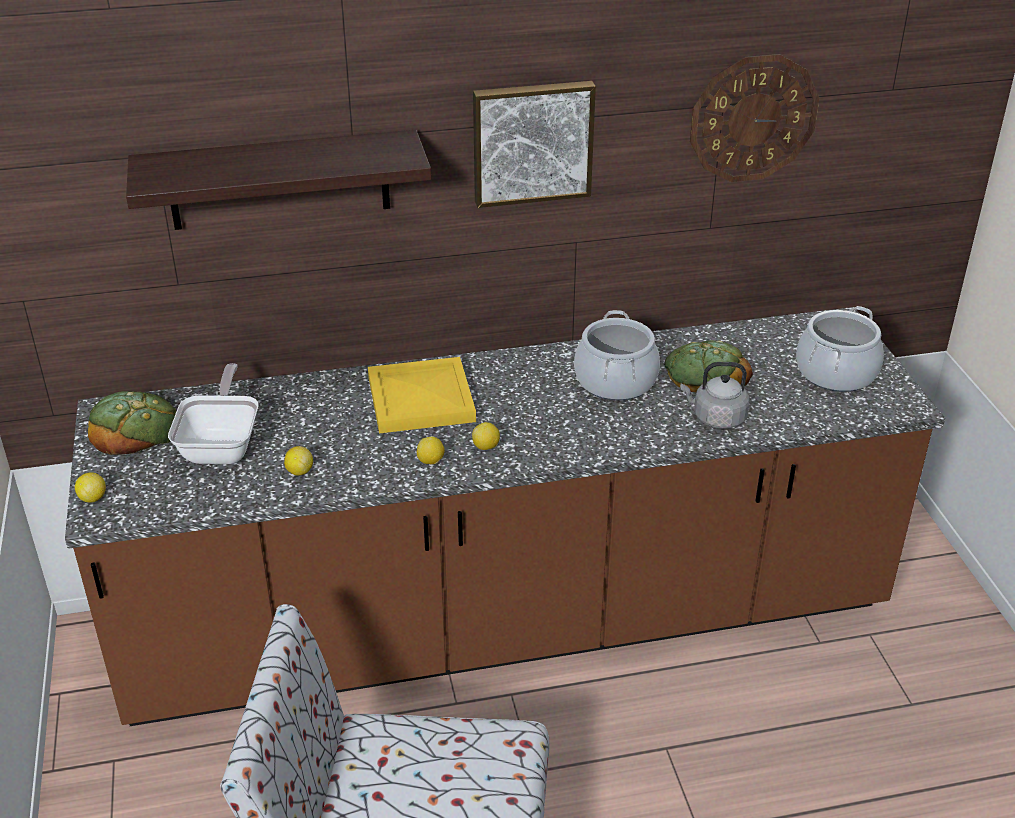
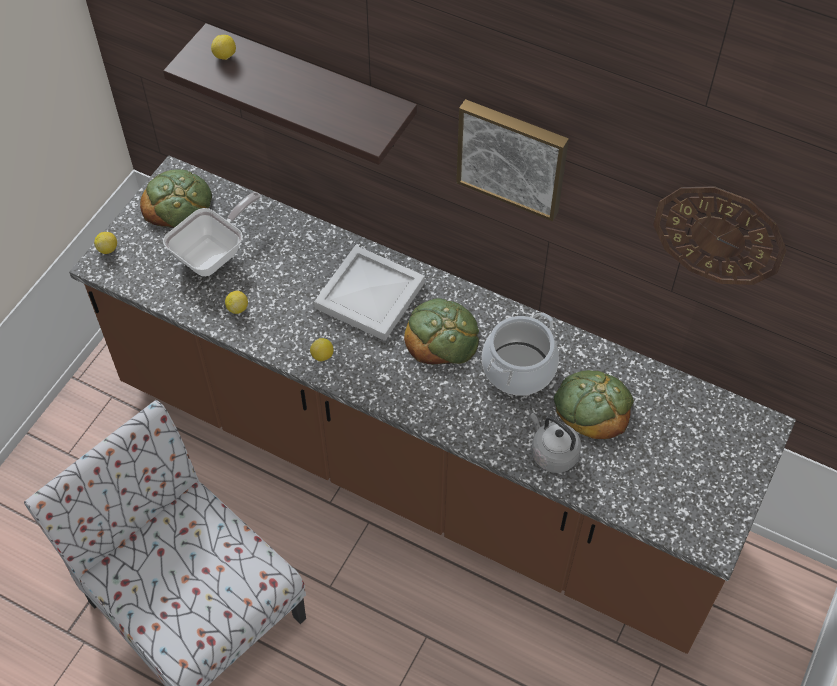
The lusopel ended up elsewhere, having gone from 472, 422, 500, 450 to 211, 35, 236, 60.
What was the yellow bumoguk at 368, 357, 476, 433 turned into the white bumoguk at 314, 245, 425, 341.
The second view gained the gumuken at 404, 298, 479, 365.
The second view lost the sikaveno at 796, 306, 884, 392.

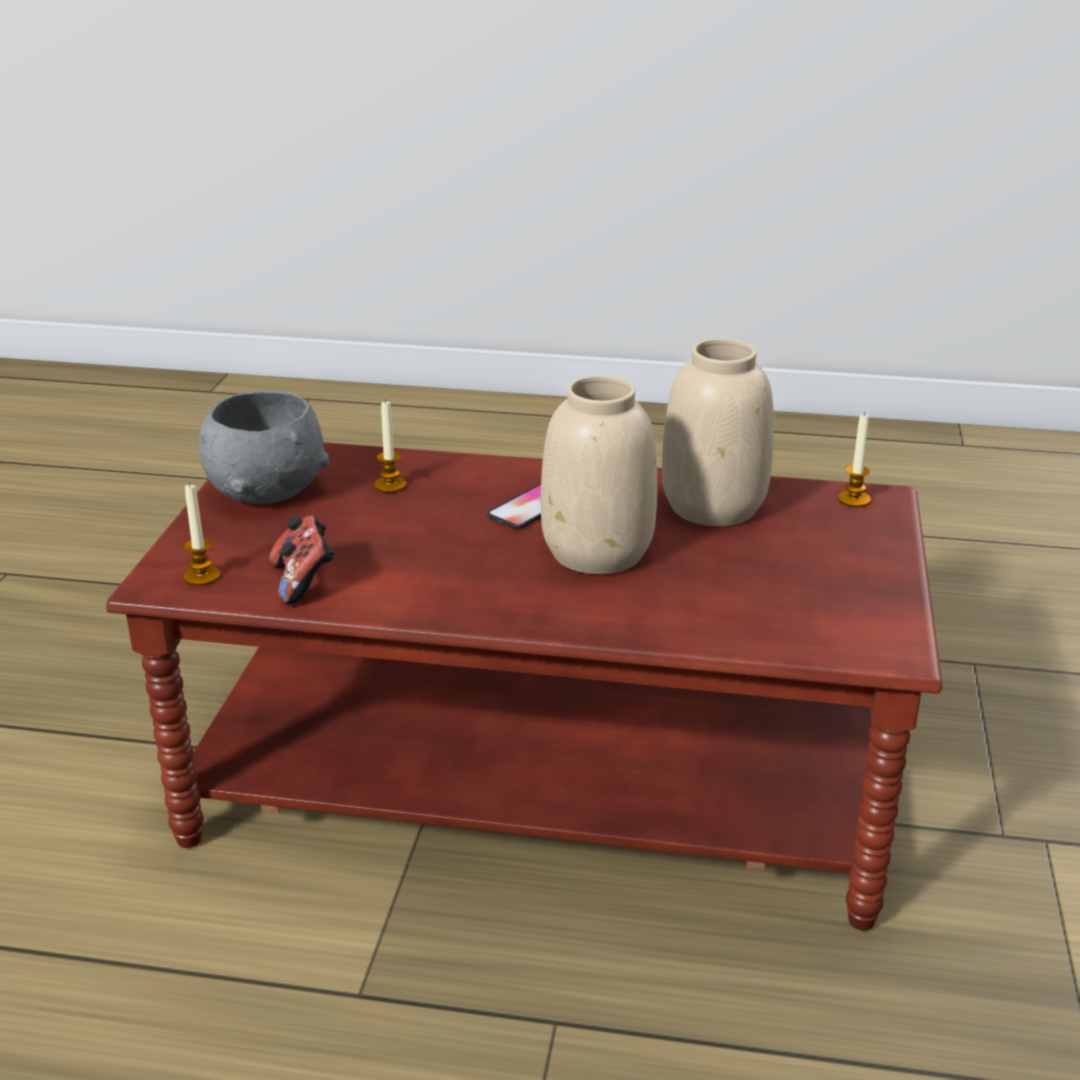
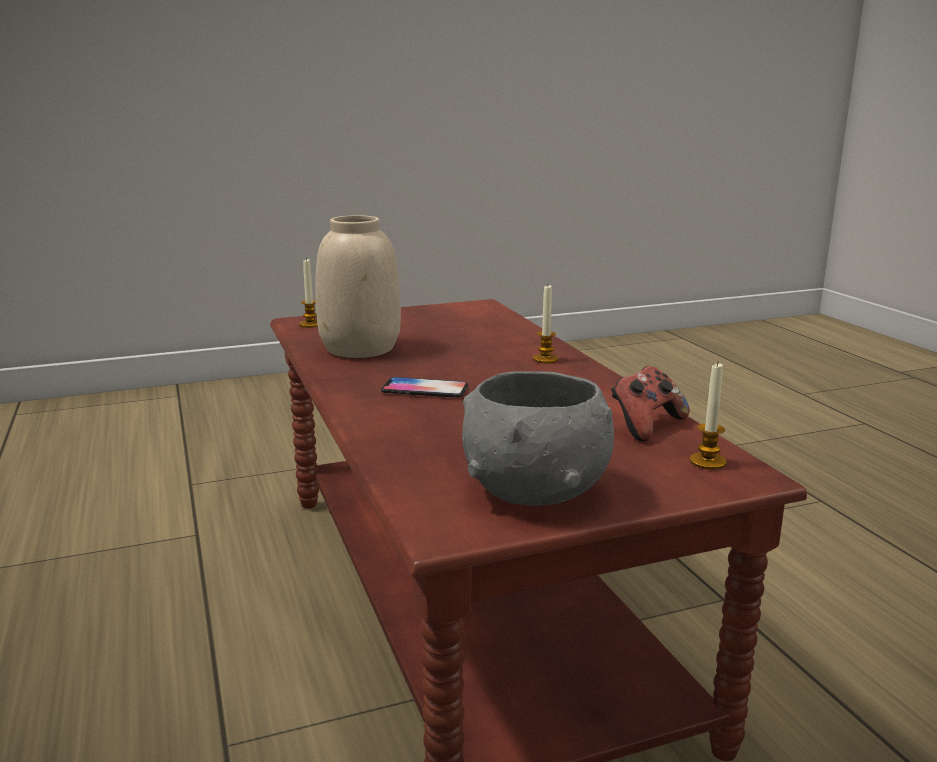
The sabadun ended up elsewhere, having gone from 375, 399, 406, 493 to 533, 285, 559, 363.
The second view lost the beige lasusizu at 541, 375, 657, 574.

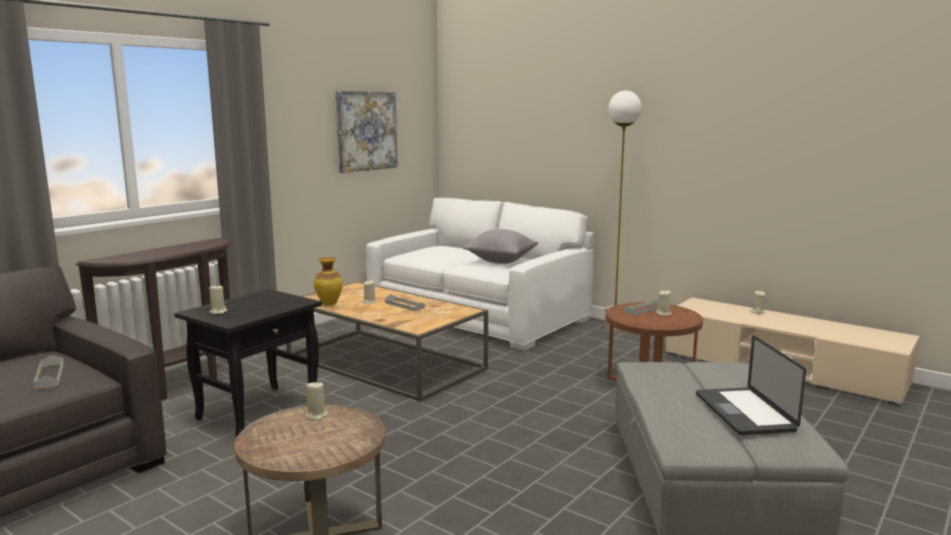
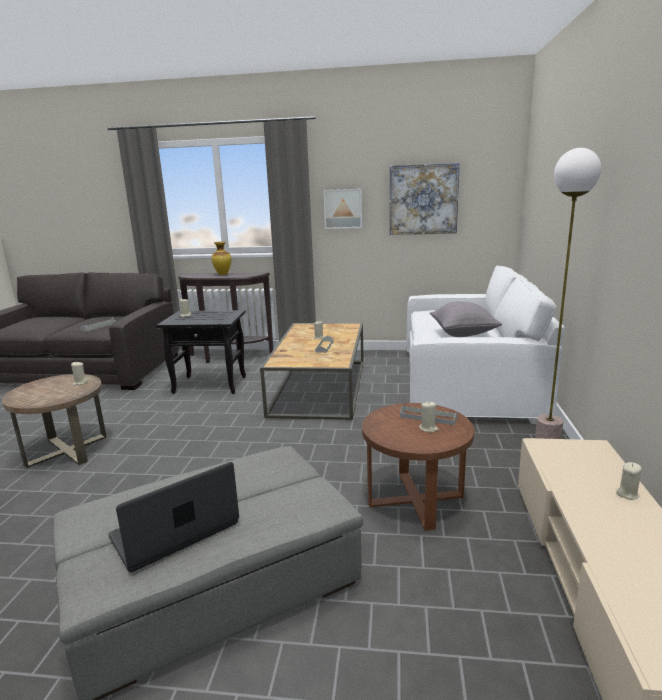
The lasusizu ended up elsewhere, having gone from 314, 257, 343, 306 to 212, 242, 231, 275.
The second view gained the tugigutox at 323, 189, 362, 229.

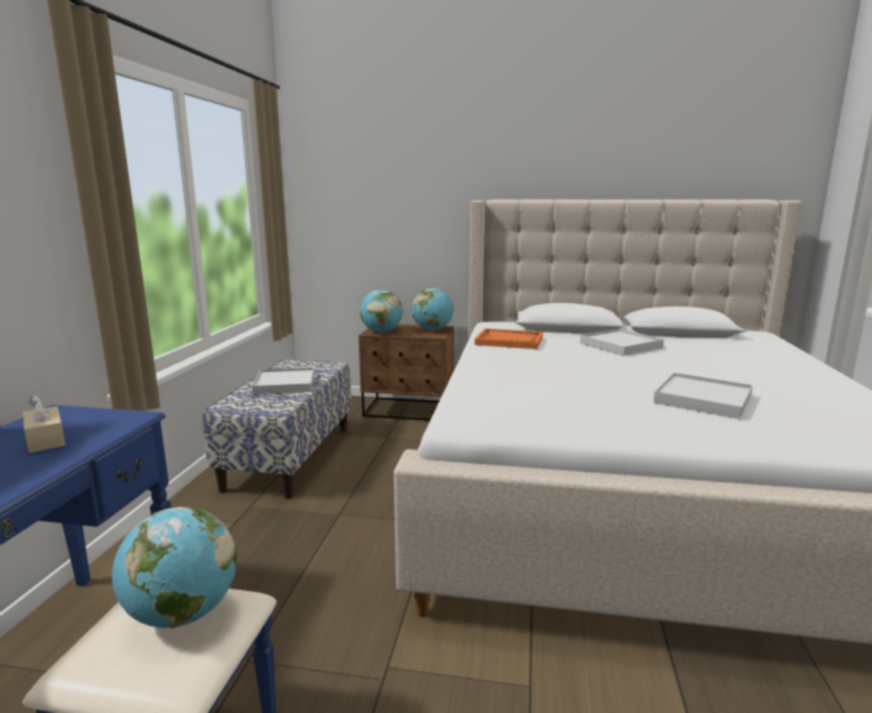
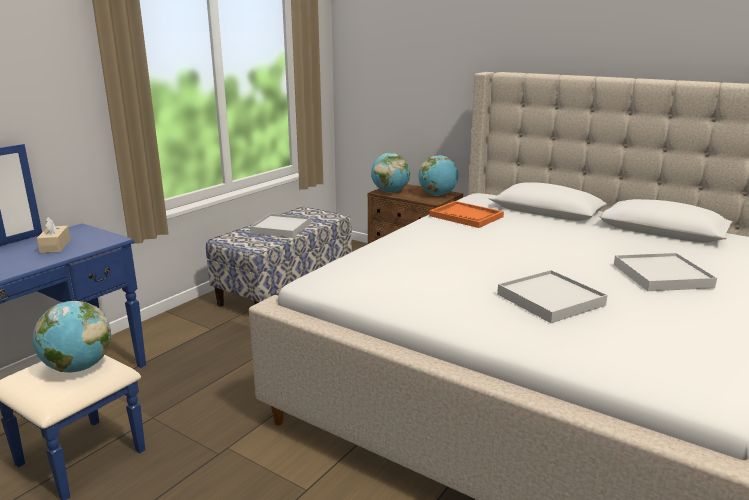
The white bumoguk ended up elsewhere, having gone from 580, 329, 664, 356 to 614, 253, 717, 291.

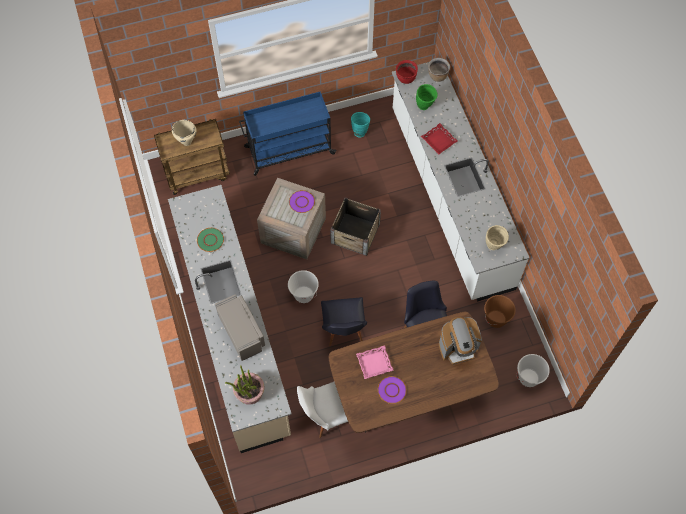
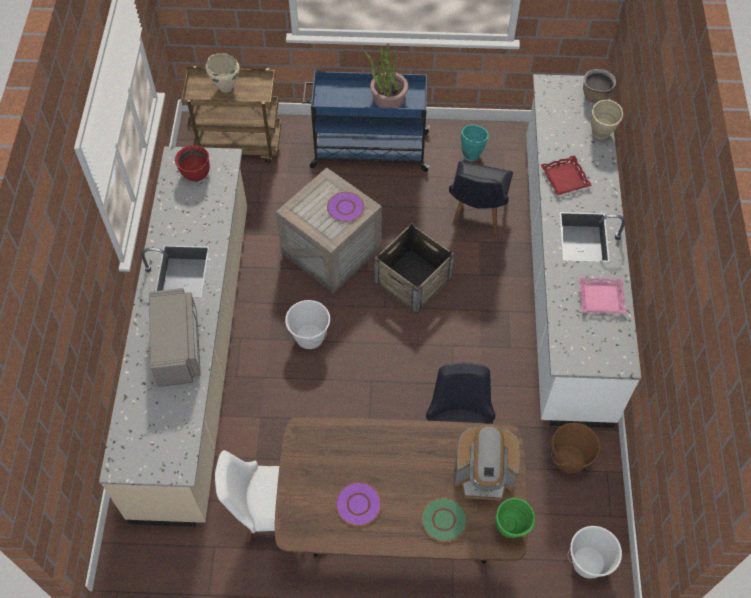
The red sikaveno ended up elsewhere, having gone from 396, 60, 418, 84 to 175, 145, 210, 181.
The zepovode ended up elsewhere, having gone from 225, 365, 264, 405 to 364, 43, 408, 108.
The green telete ended up elsewhere, having gone from 197, 228, 224, 252 to 421, 497, 467, 542.
The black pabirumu ended up elsewhere, having gone from 321, 297, 367, 346 to 449, 161, 513, 234.
The green lasusizu ended up elsewhere, having gone from 416, 84, 438, 110 to 495, 498, 535, 538.
The pink bumoguk ended up elsewhere, having gone from 356, 345, 394, 379 to 579, 277, 626, 314.
The beige lasusizu ended up elsewhere, having gone from 486, 225, 509, 250 to 591, 100, 623, 139.

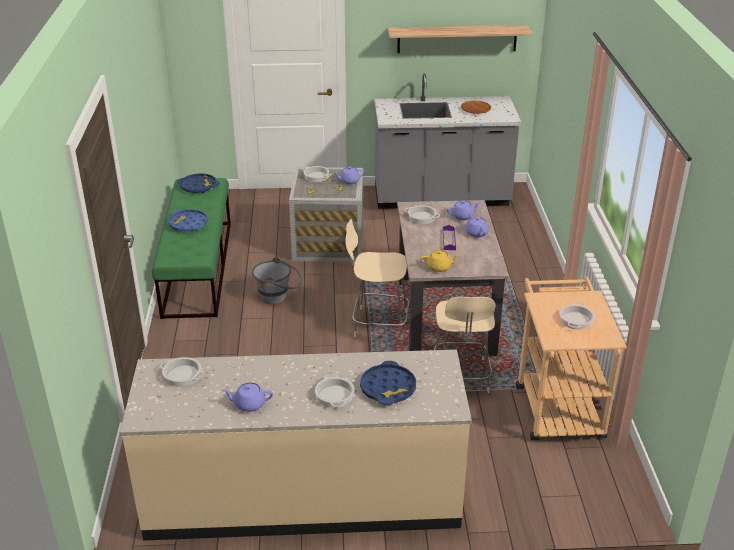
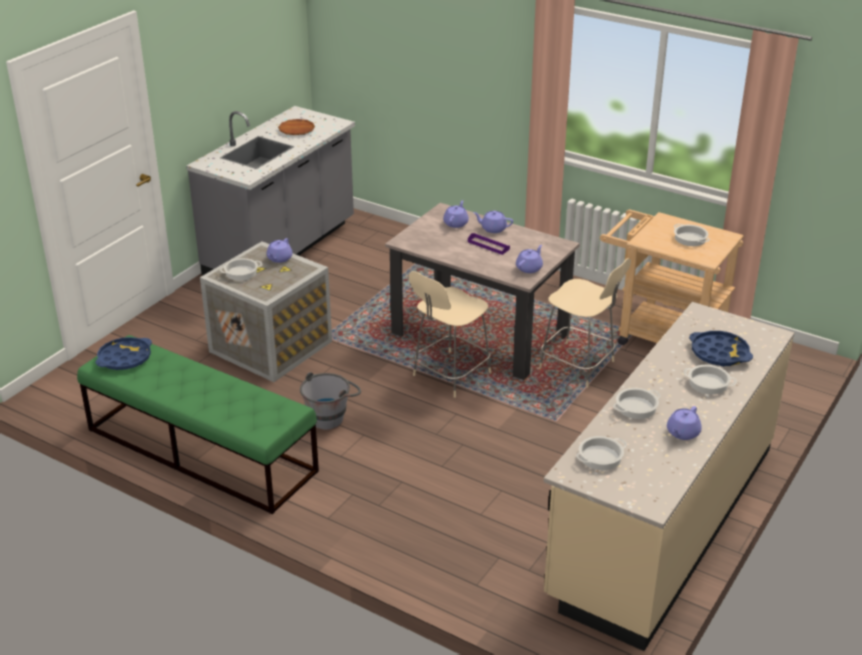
What was the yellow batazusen at 421, 250, 460, 272 turned into the purple batazusen at 516, 245, 543, 273.
The sikaveno ended up elsewhere, having gone from 404, 205, 440, 224 to 613, 388, 660, 419.
The second view lost the blue bumoguk at 168, 209, 208, 232.
The second view lost the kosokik at 388, 25, 532, 53.

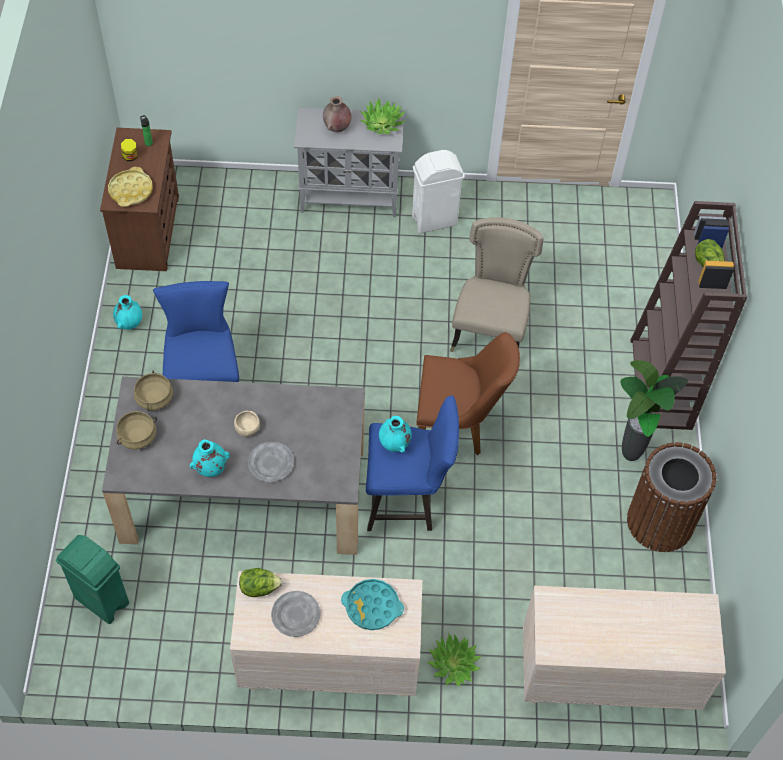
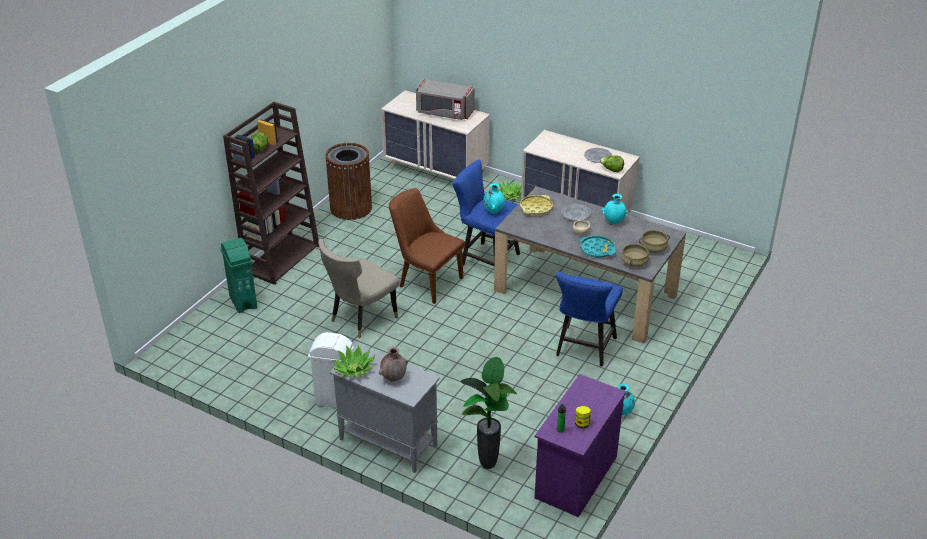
The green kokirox ended up elsewhere, having gone from 56, 535, 129, 624 to 220, 238, 257, 313.
The second view gained the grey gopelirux at 416, 79, 475, 120.
The zepovode ended up elsewhere, having gone from 620, 360, 688, 461 to 461, 357, 517, 469.
The yellow bumoguk ended up elsewhere, having gone from 108, 167, 153, 207 to 520, 195, 553, 215.
What was the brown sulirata at 100, 128, 179, 271 turned into the purple sulirata at 535, 374, 626, 517.
The turquoise bumoguk ended up elsewhere, having gone from 341, 579, 404, 630 to 580, 236, 616, 258.

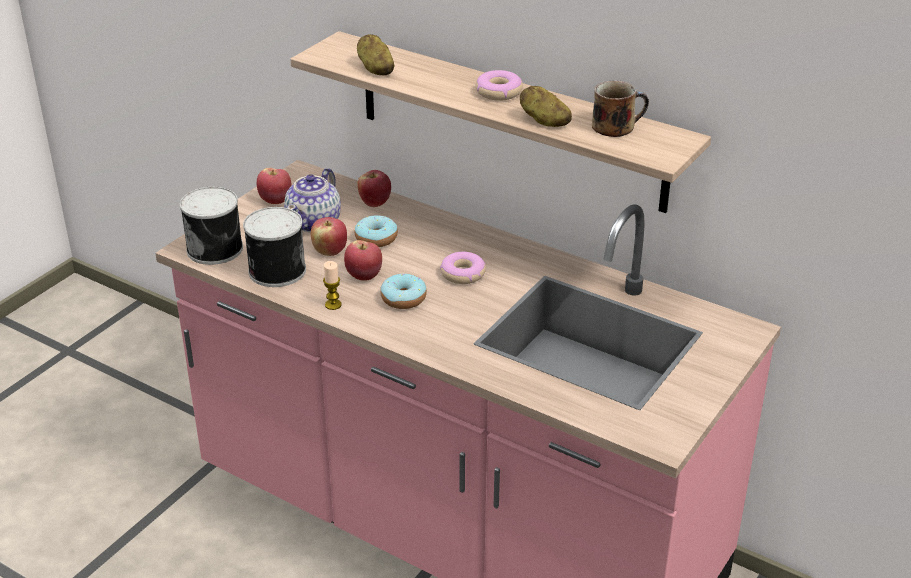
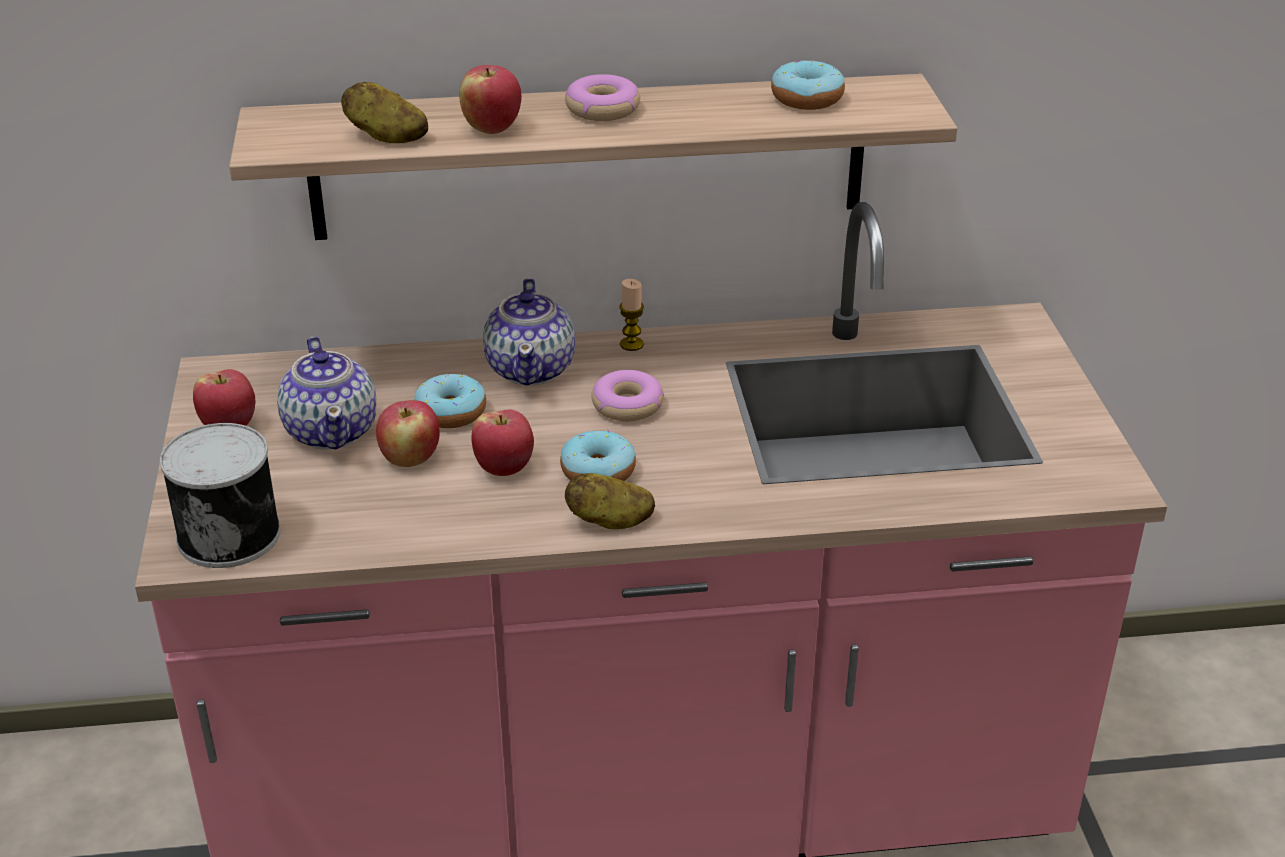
The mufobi ended up elsewhere, having gone from 357, 170, 391, 207 to 459, 65, 521, 134.
The second view gained the batazusen at 483, 278, 575, 386.
The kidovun ended up elsewhere, having gone from 520, 86, 572, 127 to 565, 473, 655, 529.
The sabadun ended up elsewhere, having gone from 323, 261, 342, 310 to 619, 279, 644, 351.
Where the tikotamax stood at 592, 81, 649, 137, the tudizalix came to stand at 771, 60, 845, 110.
The second view lost the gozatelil at 243, 207, 306, 287.

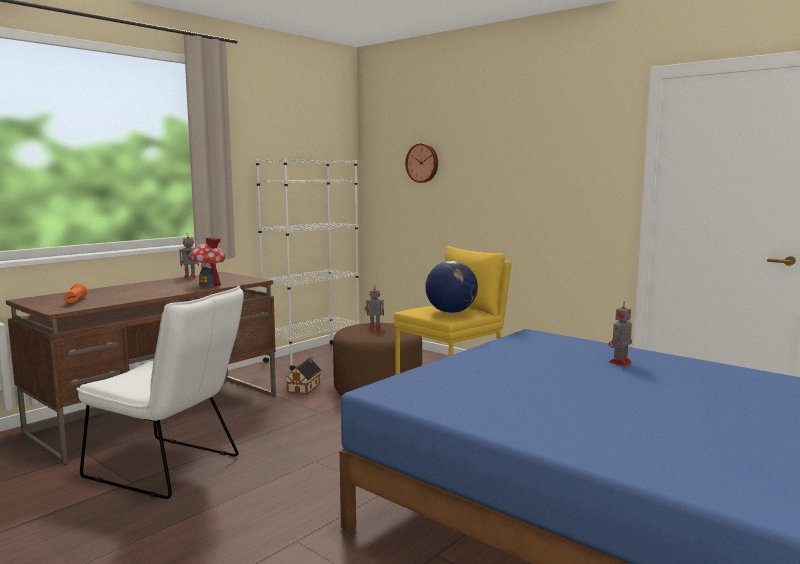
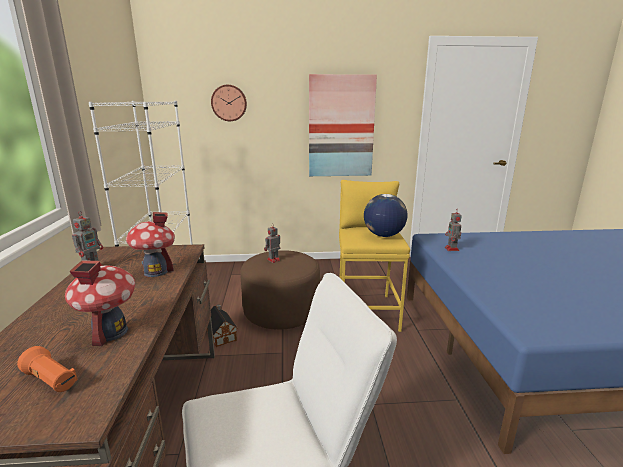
The second view gained the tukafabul at 65, 260, 135, 346.
The second view gained the tugigutox at 309, 74, 377, 176.
The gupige ended up elsewhere, having gone from 609, 301, 632, 366 to 445, 209, 462, 251.

